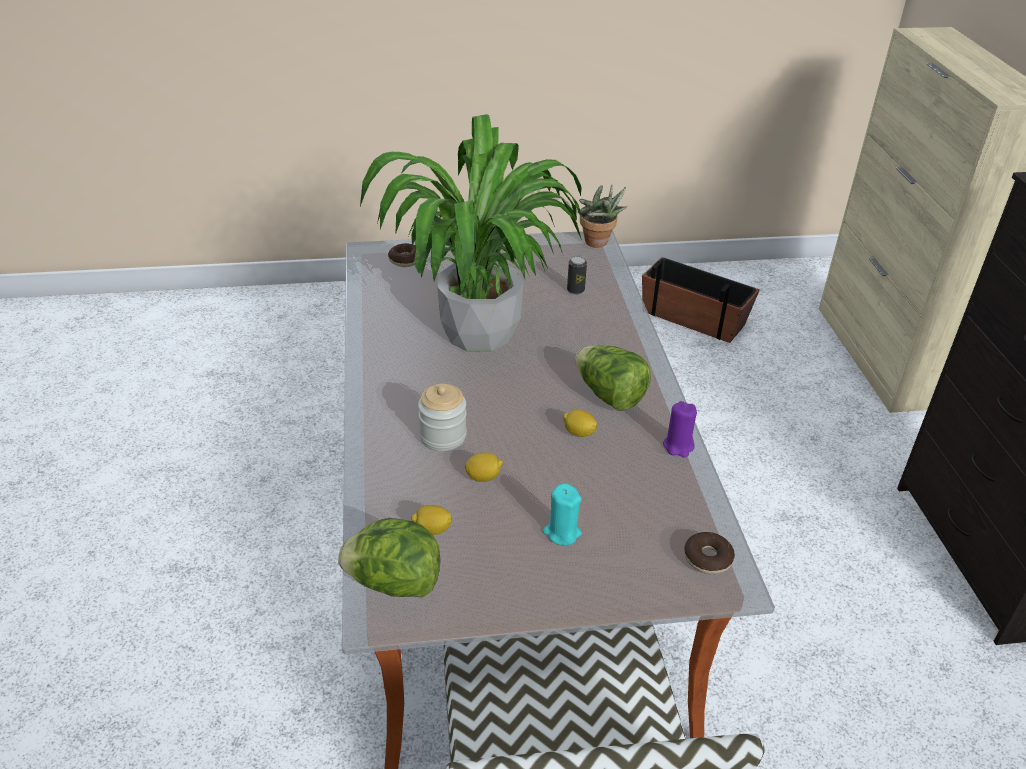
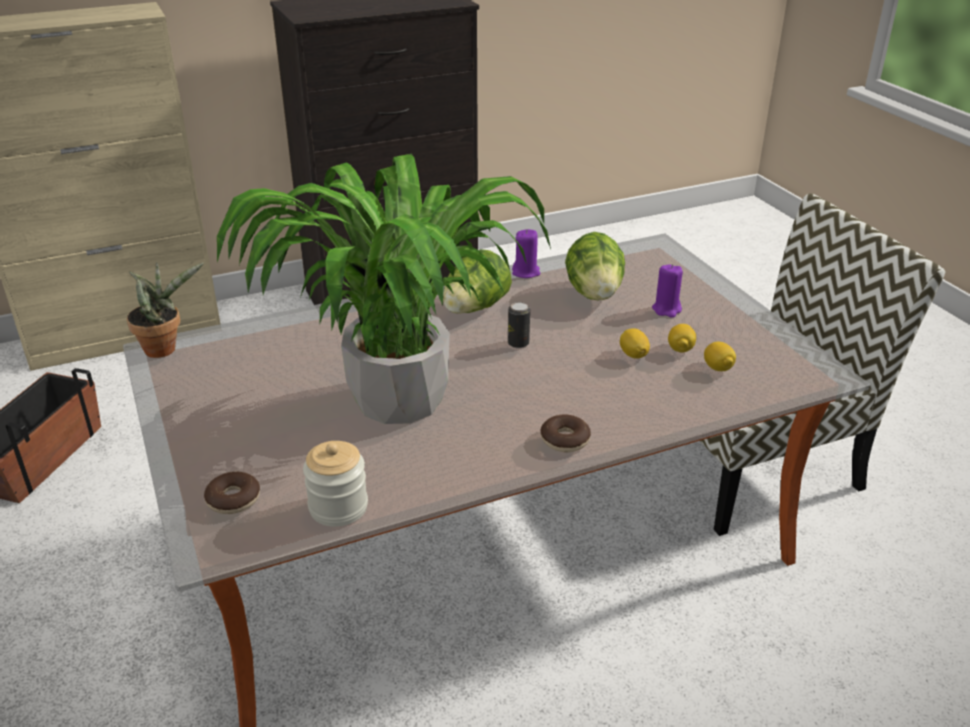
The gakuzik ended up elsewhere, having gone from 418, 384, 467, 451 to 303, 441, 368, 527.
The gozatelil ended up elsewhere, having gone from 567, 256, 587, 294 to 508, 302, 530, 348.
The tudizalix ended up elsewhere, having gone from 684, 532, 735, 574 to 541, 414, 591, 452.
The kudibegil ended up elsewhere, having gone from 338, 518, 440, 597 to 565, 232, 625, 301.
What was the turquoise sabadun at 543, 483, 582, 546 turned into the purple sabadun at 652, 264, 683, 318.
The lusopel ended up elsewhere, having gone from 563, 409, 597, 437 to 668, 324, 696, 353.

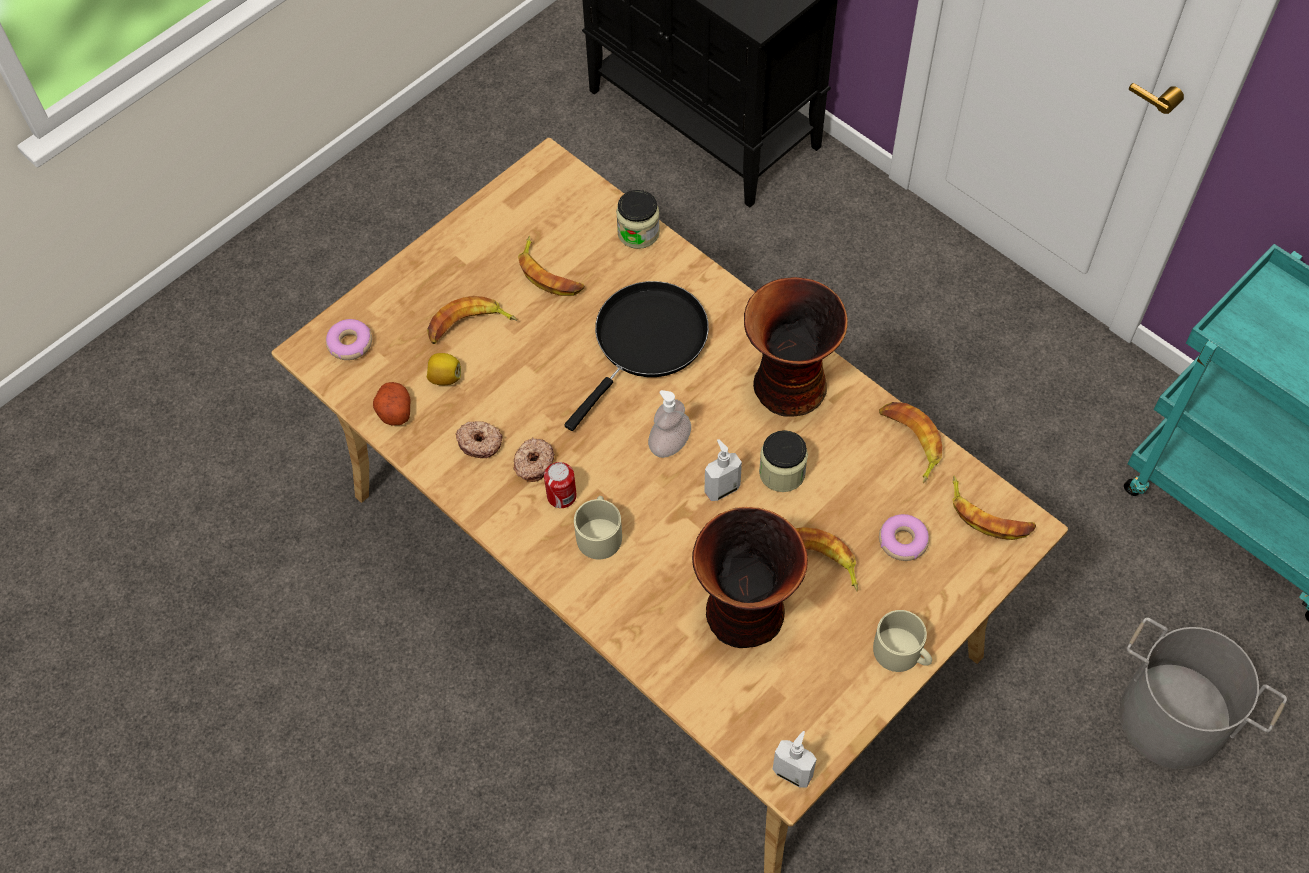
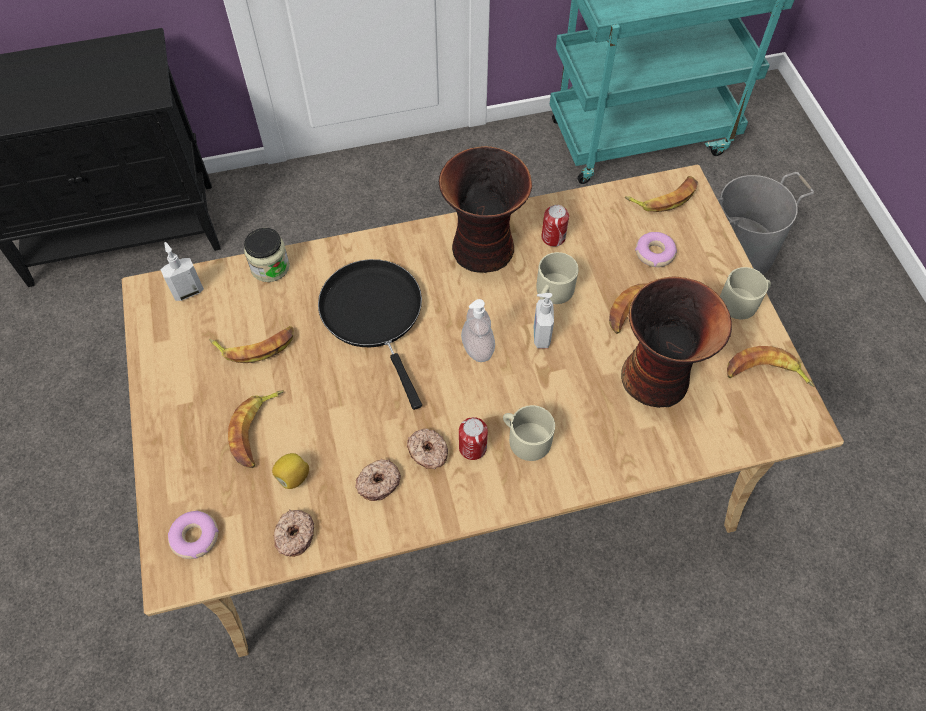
The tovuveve ended up elsewhere, having gone from 773, 731, 817, 788 to 161, 242, 204, 301.
Where the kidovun stood at 373, 382, 410, 426, the tudizalix came to stand at 274, 509, 314, 557.
Where the gakuzik stood at 759, 430, 808, 492, the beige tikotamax came to stand at 537, 252, 579, 304.
The second view gained the gozatelil at 542, 205, 569, 247.
The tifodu ended up elsewhere, having gone from 879, 402, 942, 483 to 727, 346, 814, 387.

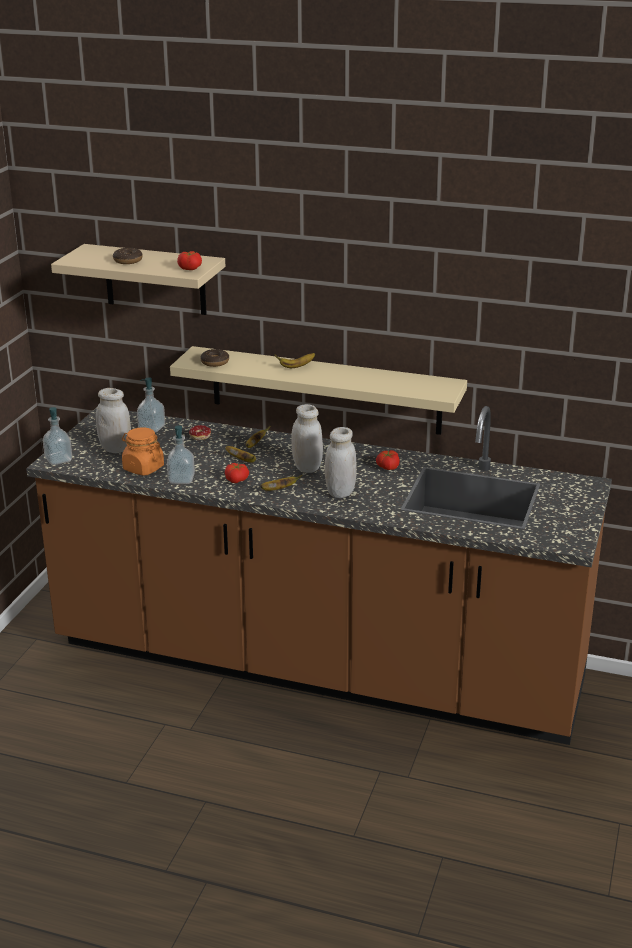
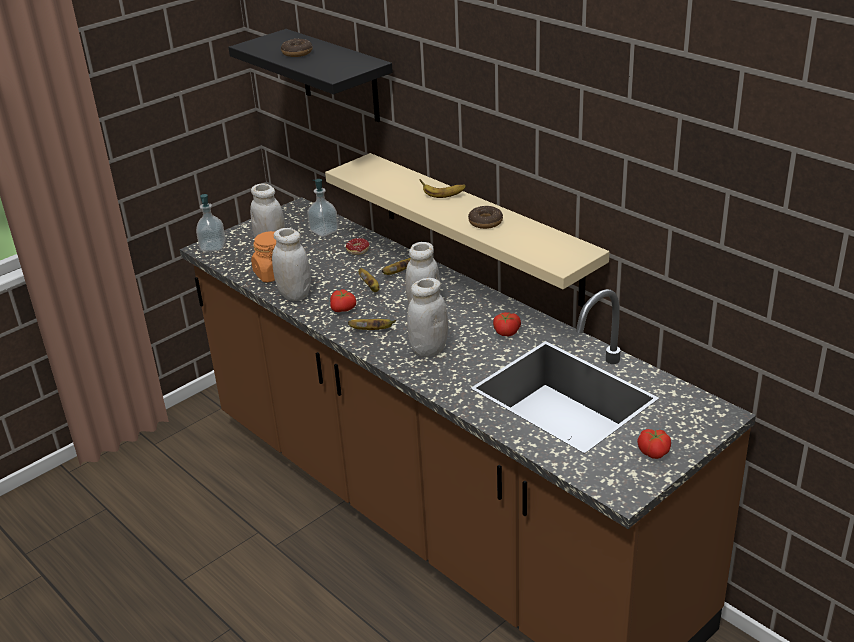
What was the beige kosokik at 51, 244, 225, 315 turned into the black kosokik at 228, 29, 393, 122.
Where the tovuveve stood at 167, 425, 195, 484, the white gakuzik came to stand at 272, 228, 311, 301.
The tudizalix ended up elsewhere, having gone from 200, 349, 229, 367 to 468, 206, 503, 229.
The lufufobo ended up elsewhere, having gone from 177, 251, 202, 270 to 637, 429, 671, 459.

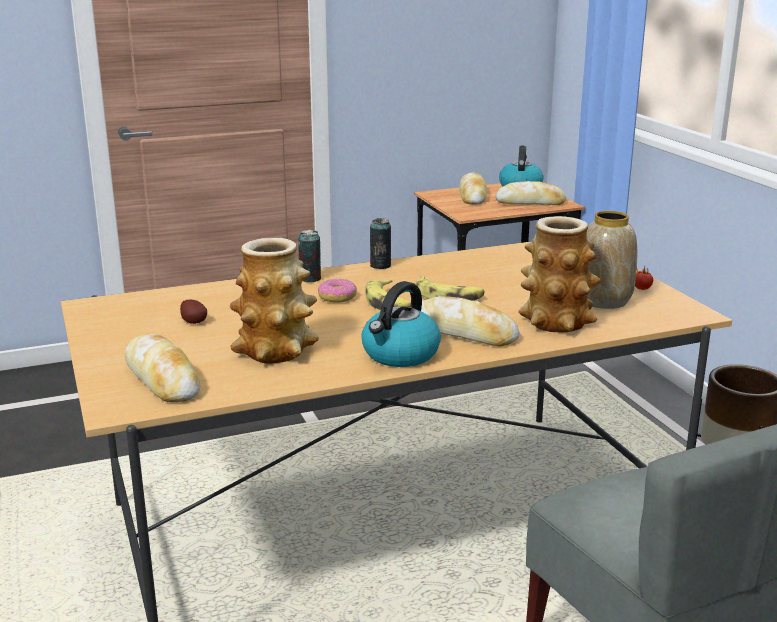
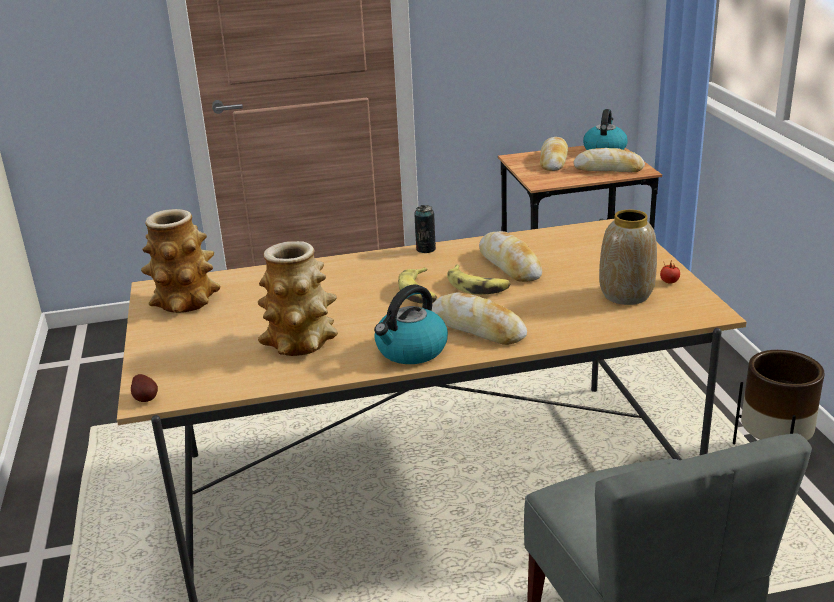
The kidovun ended up elsewhere, having gone from 180, 300, 207, 324 to 131, 374, 158, 402.
The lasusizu ended up elsewhere, having gone from 518, 216, 601, 332 to 141, 209, 220, 313.
The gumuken ended up elsewhere, having gone from 125, 334, 200, 402 to 479, 231, 542, 282.
The second view lost the gozatelil at 298, 229, 321, 282.
The second view lost the tudizalix at 318, 279, 357, 303.

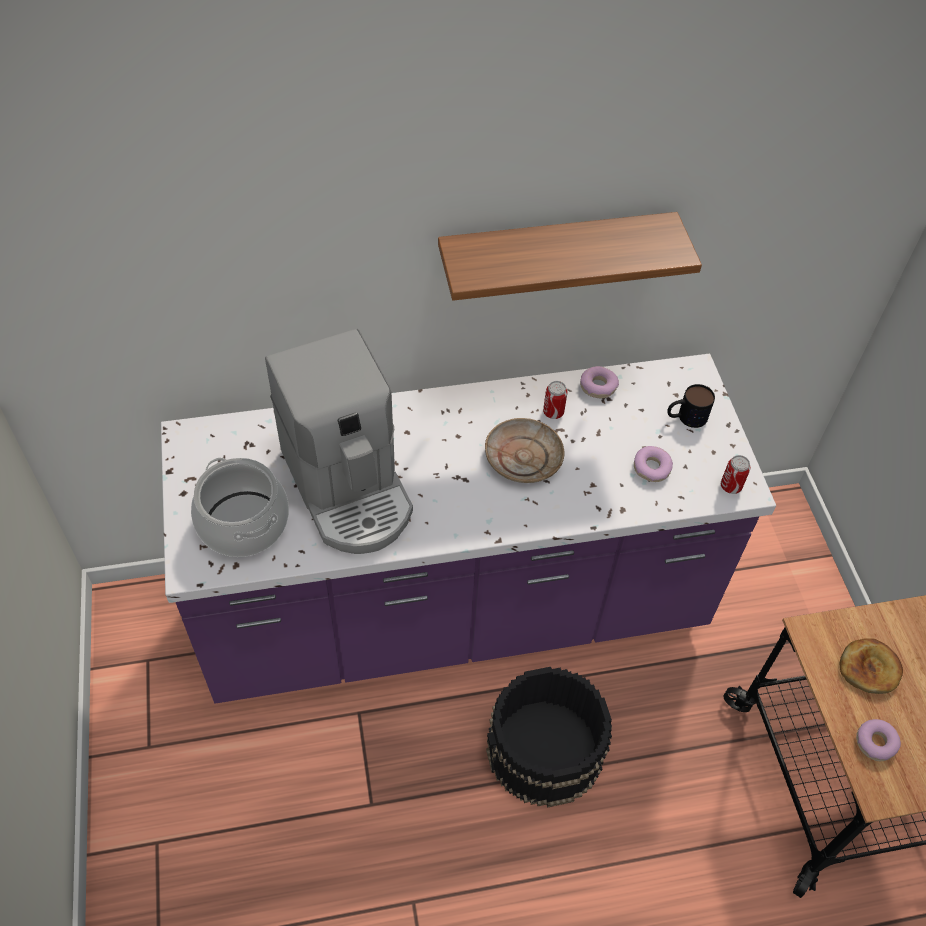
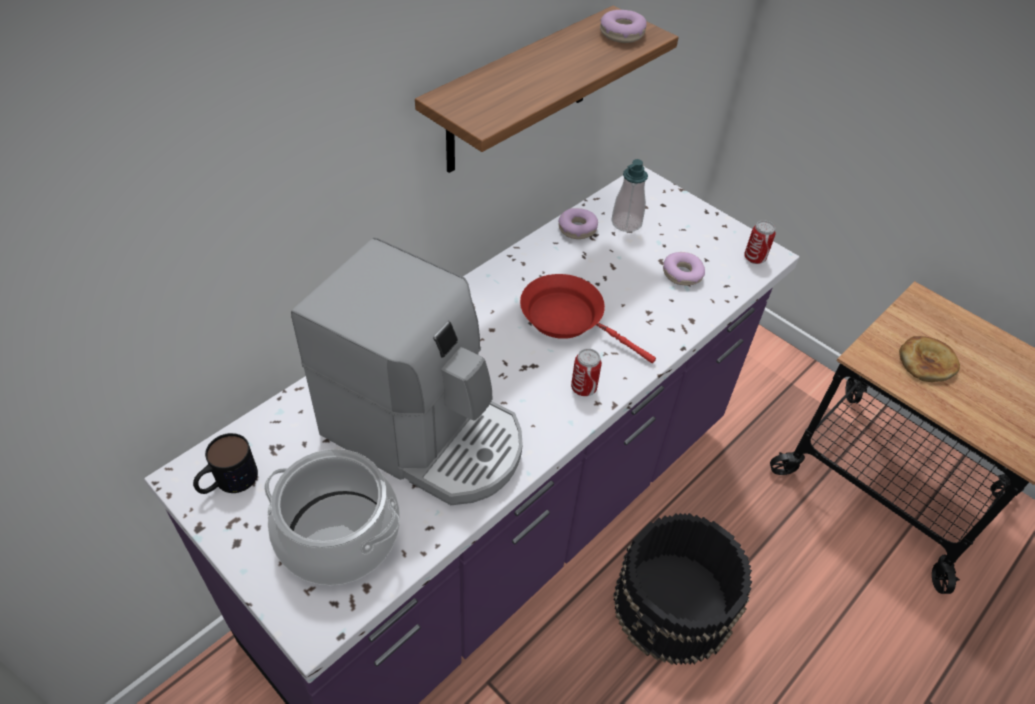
The tikotamax ended up elsewhere, having gone from 667, 384, 715, 428 to 193, 433, 258, 494.
Where the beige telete stood at 485, 418, 565, 483, the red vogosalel came to stand at 520, 274, 656, 363.
The gozatelil ended up elsewhere, having gone from 543, 381, 567, 419 to 571, 349, 602, 396.
The tudizalix ended up elsewhere, having gone from 856, 719, 901, 761 to 600, 10, 647, 43.
The second view gained the tovuveve at 611, 159, 648, 232.

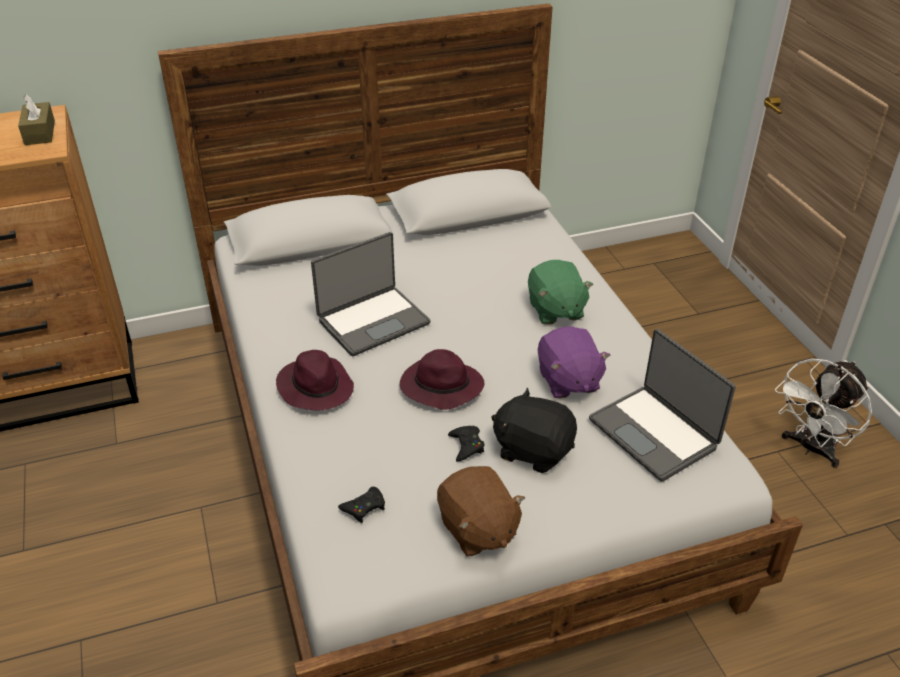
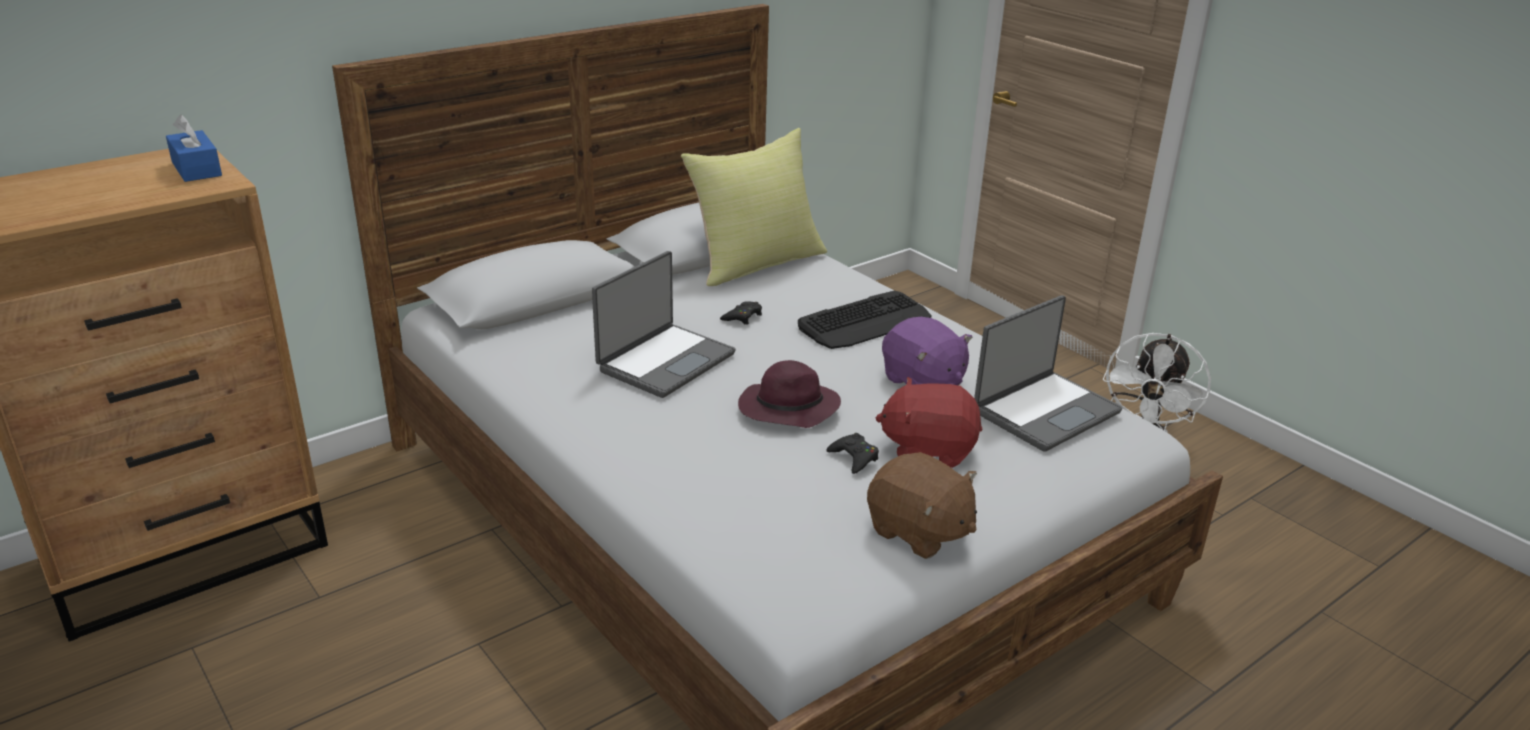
What was the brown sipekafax at 18, 94, 55, 145 turned into the blue sipekafax at 166, 115, 222, 182.
The second view gained the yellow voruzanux at 681, 128, 827, 286.
The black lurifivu ended up elsewhere, having gone from 338, 487, 385, 523 to 720, 301, 762, 324.
Where the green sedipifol stood at 528, 260, 594, 325, the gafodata came to stand at 798, 291, 932, 349.
What was the black sedipifol at 491, 387, 577, 473 turned into the red sedipifol at 876, 377, 982, 468.
The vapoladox at 589, 329, 736, 482 ended up facing another way, 75 degrees counterclockwise from before.
The second view lost the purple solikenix at 276, 350, 354, 410.

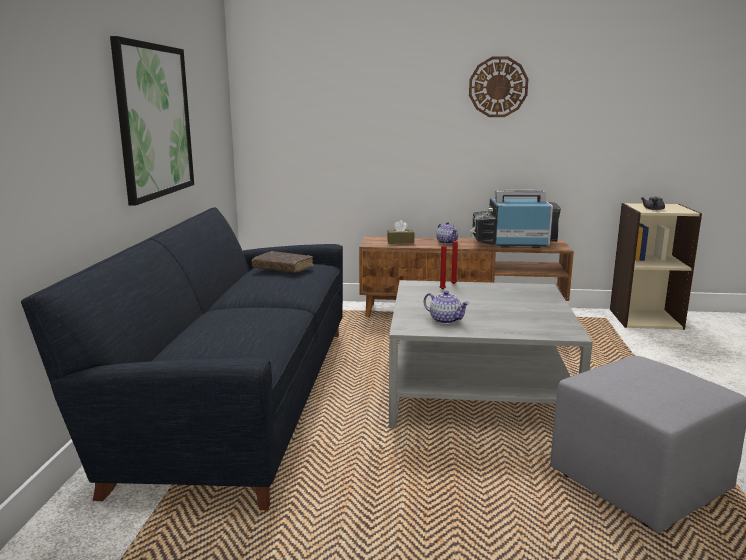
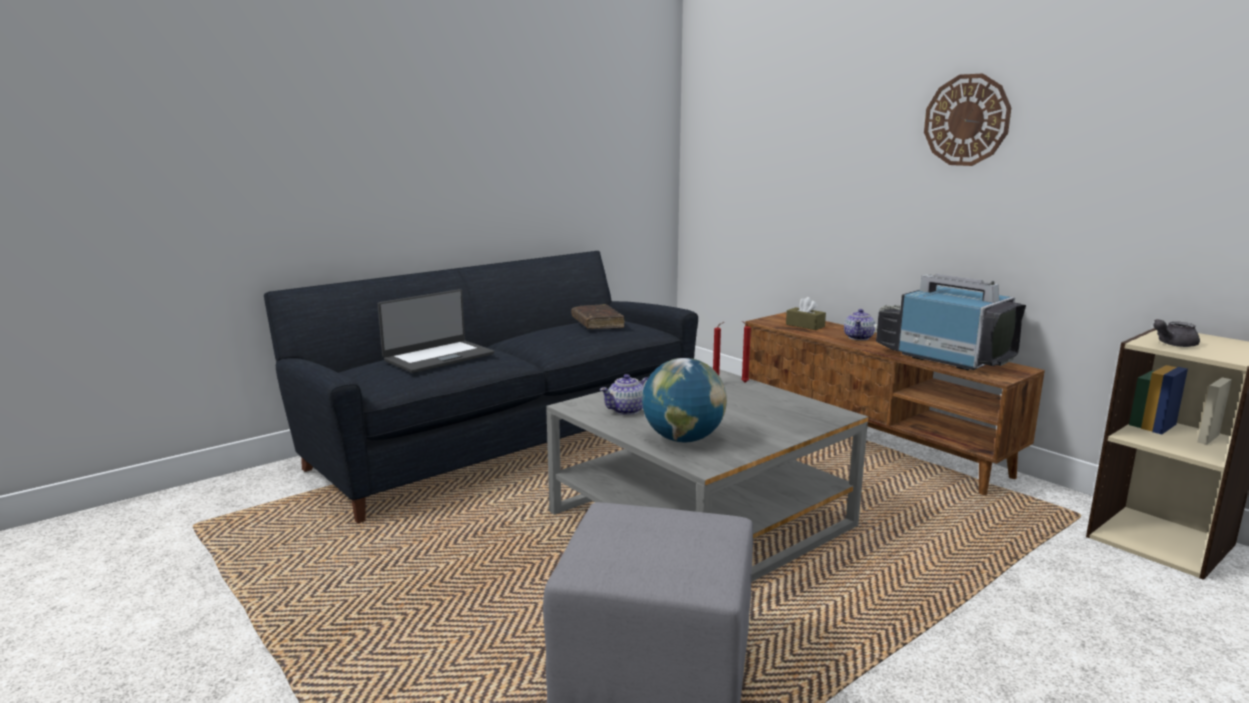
The second view gained the vapoladox at 378, 289, 494, 373.
The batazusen at 423, 291, 470, 324 ended up facing another way, 60 degrees clockwise from before.
The second view gained the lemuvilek at 642, 358, 727, 443.
The second view lost the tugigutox at 110, 36, 194, 206.

